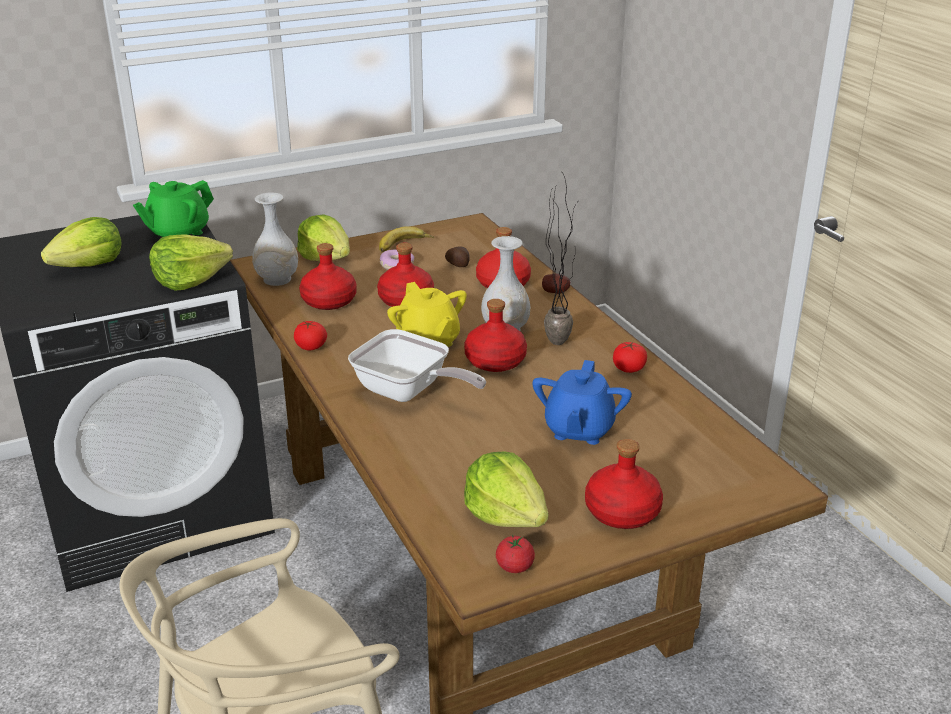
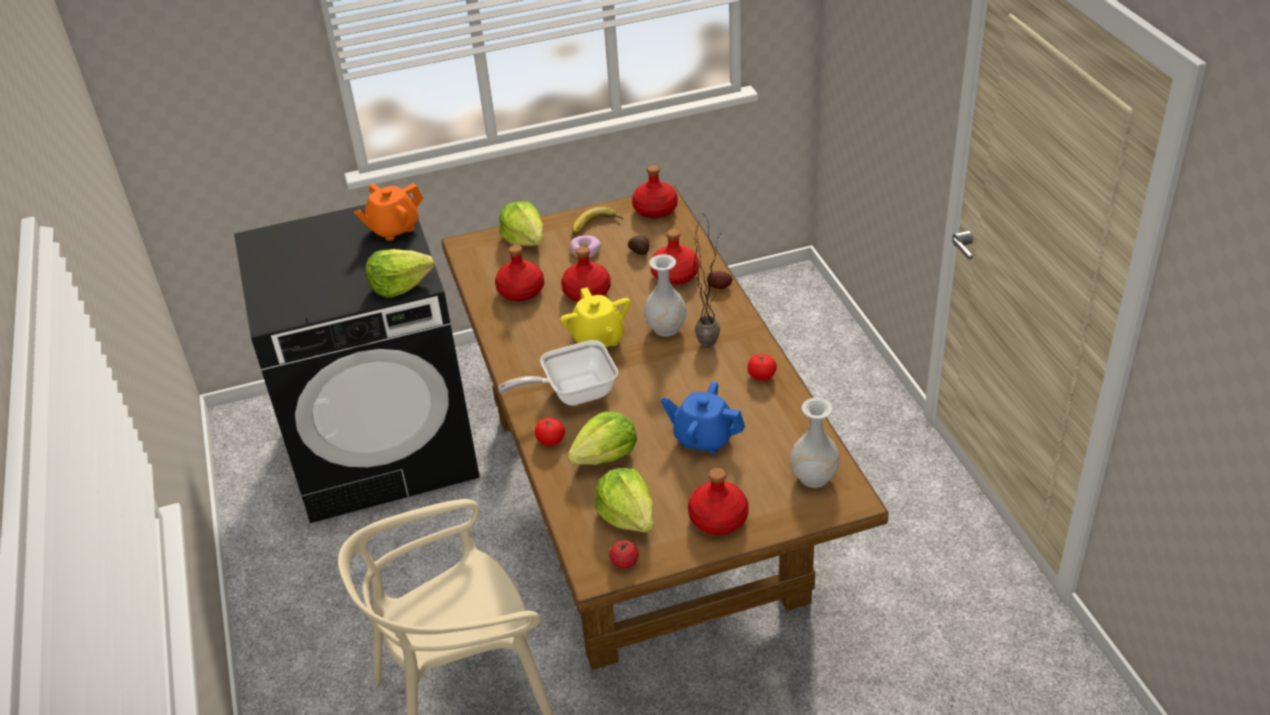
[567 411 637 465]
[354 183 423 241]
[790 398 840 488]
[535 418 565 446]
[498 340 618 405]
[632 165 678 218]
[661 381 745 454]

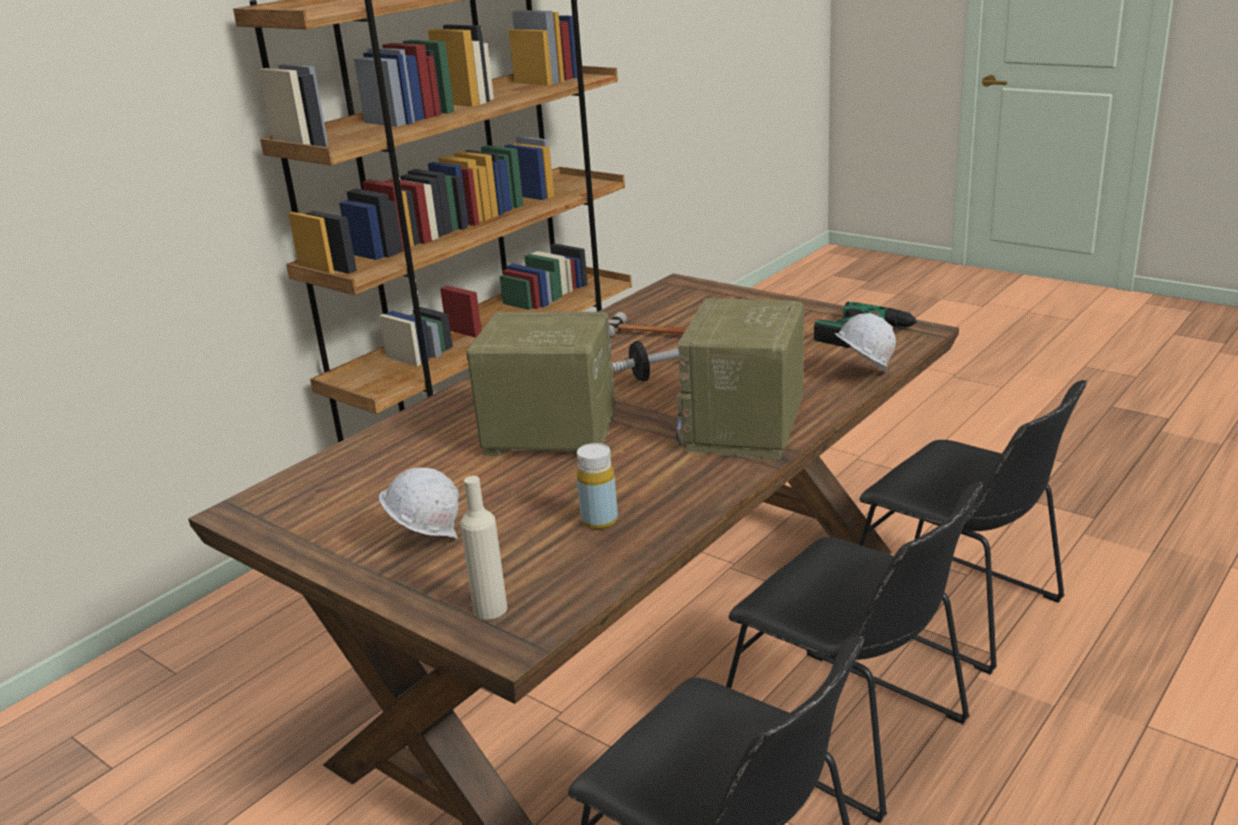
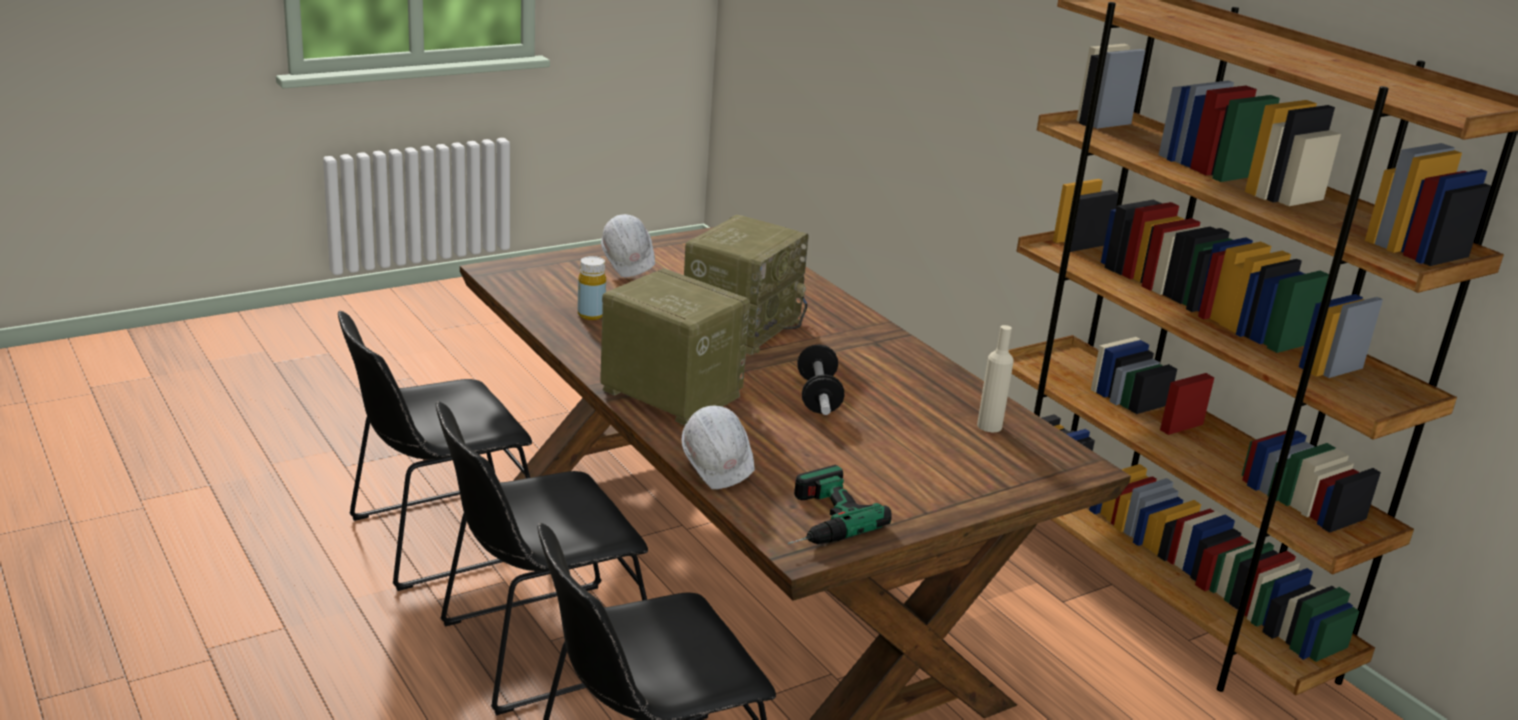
[977 325 1014 432]
[609 312 687 337] (first image)

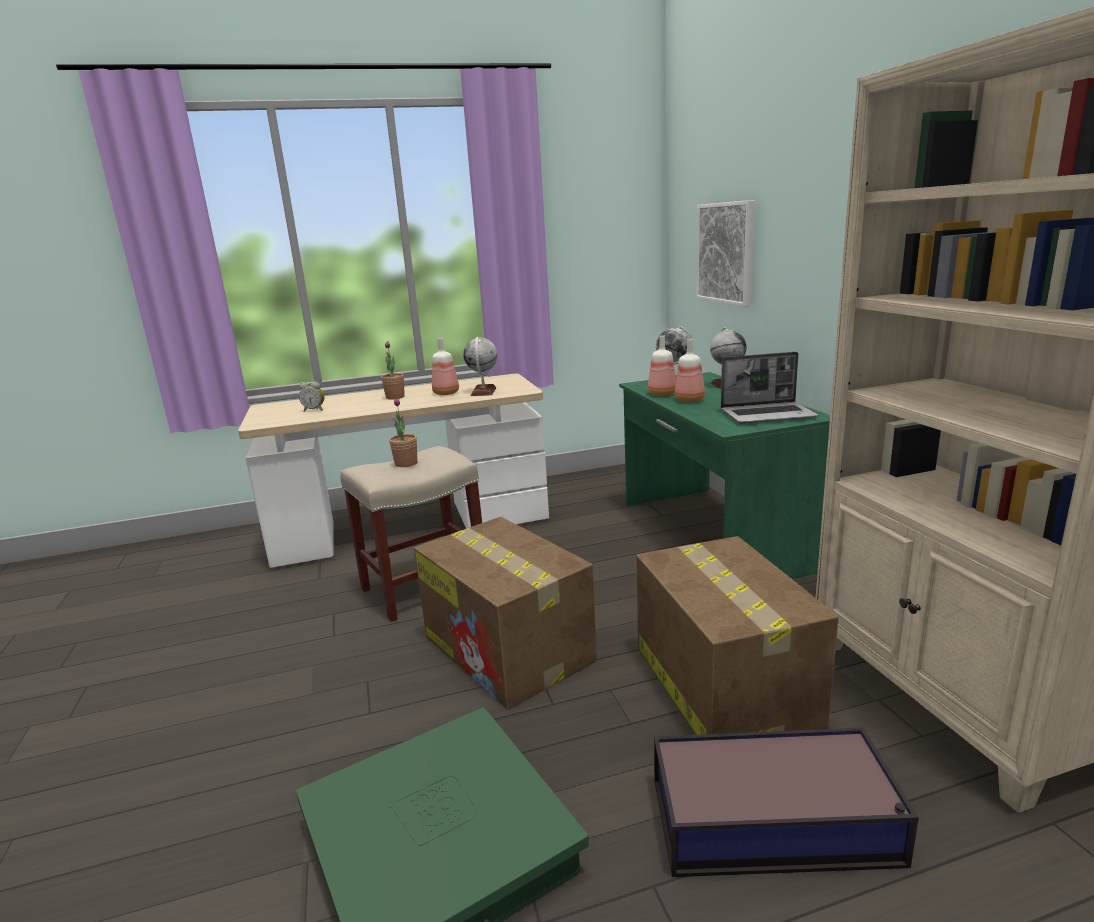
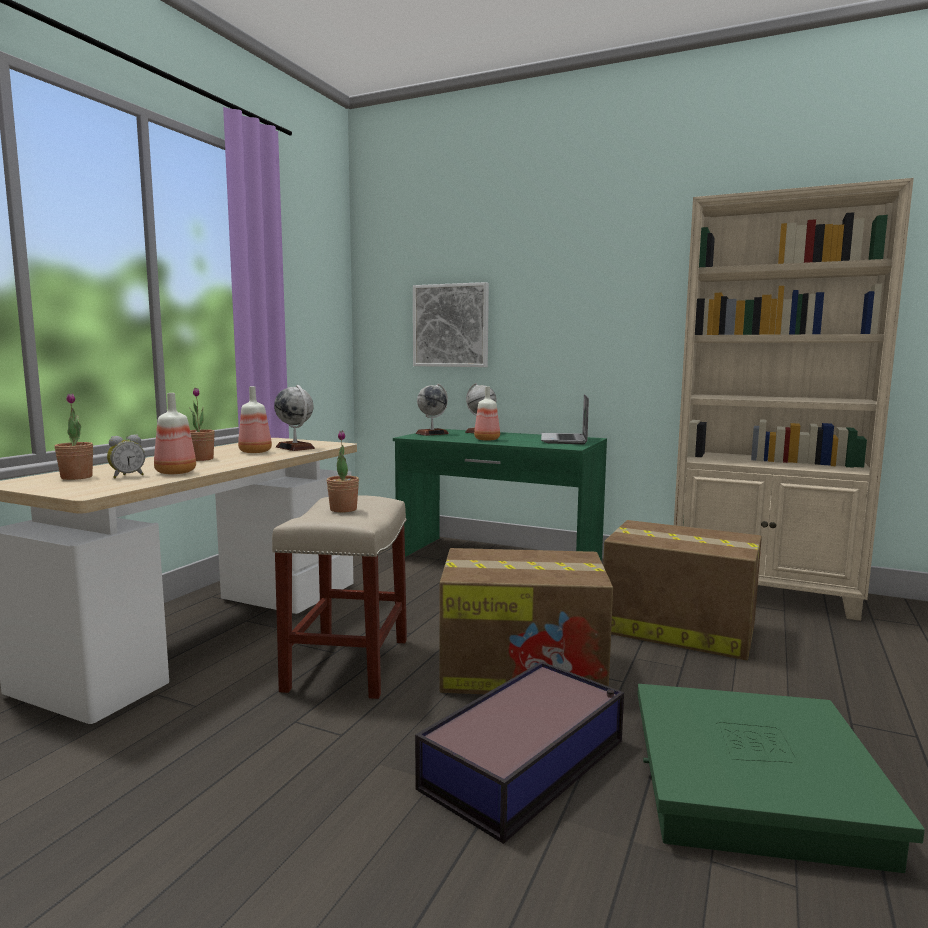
[154 393 196 474]
[415 661 624 844]
[541 394 589 444]
[55 394 93 480]

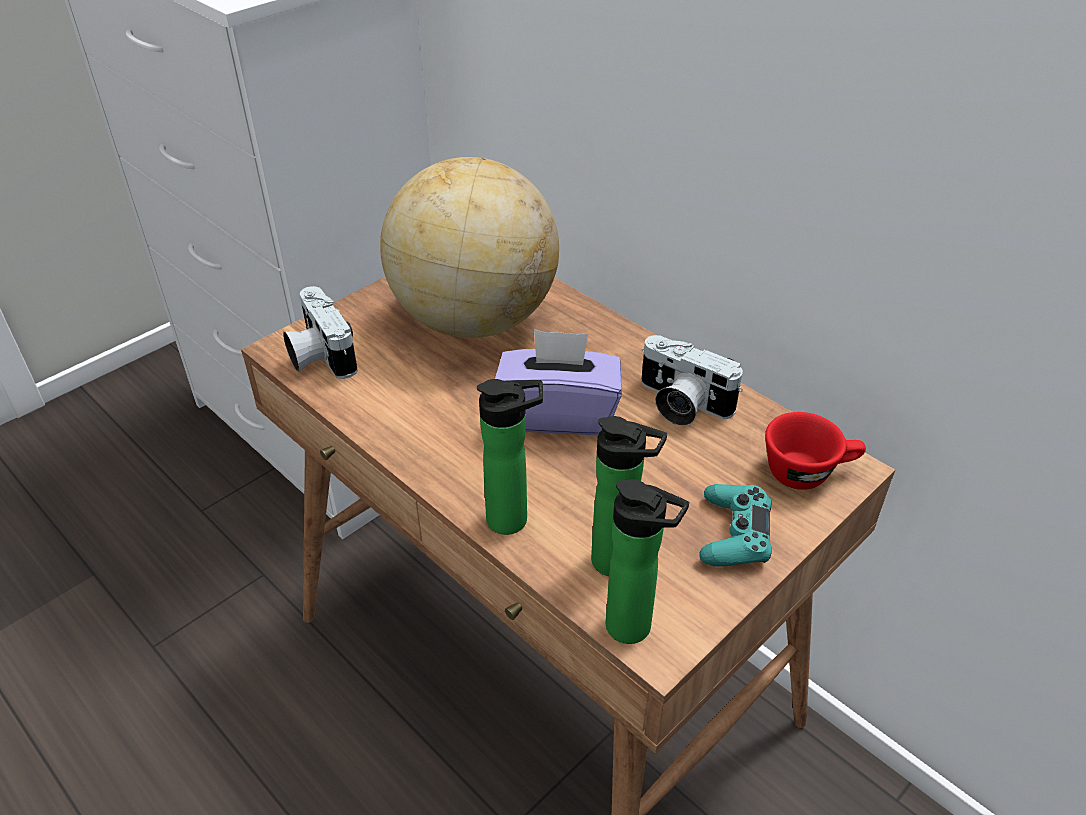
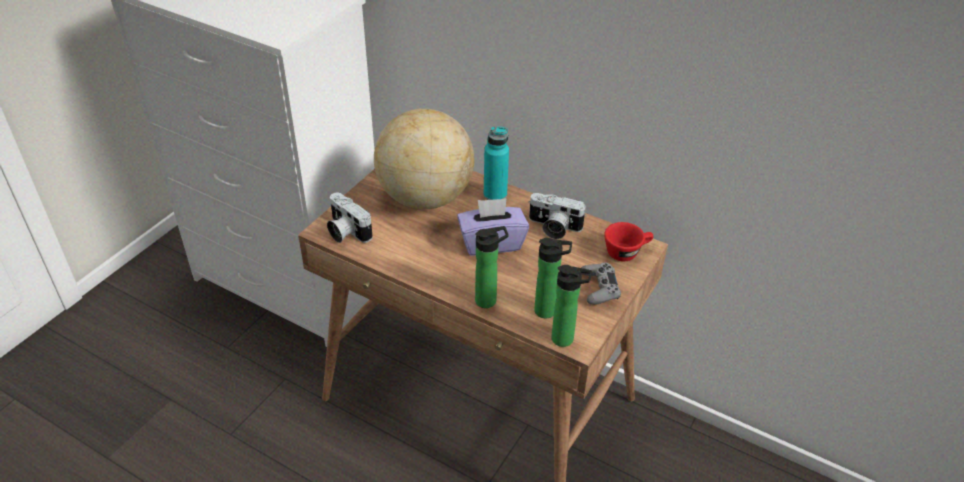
[581 262 621 305]
[484 126 509 200]

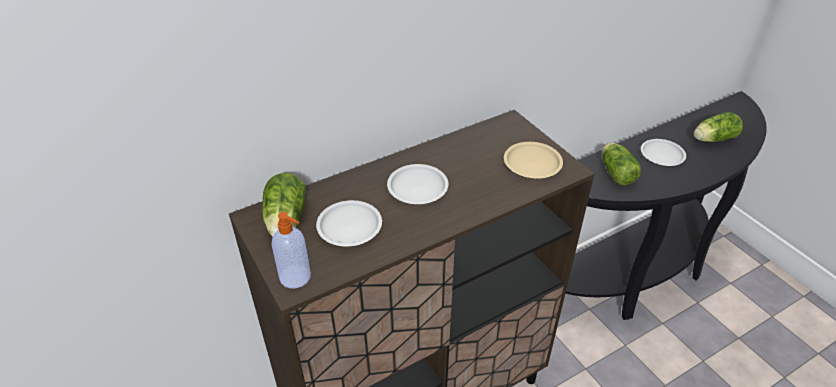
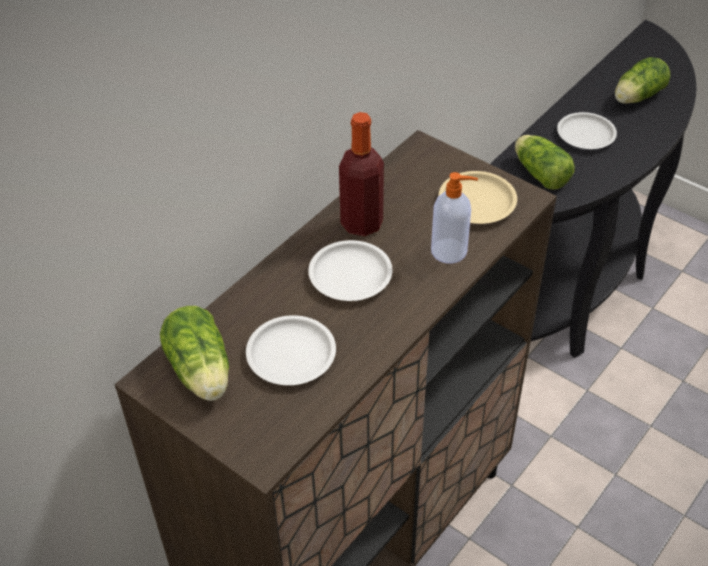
[431 172 478 263]
[339 112 384 236]

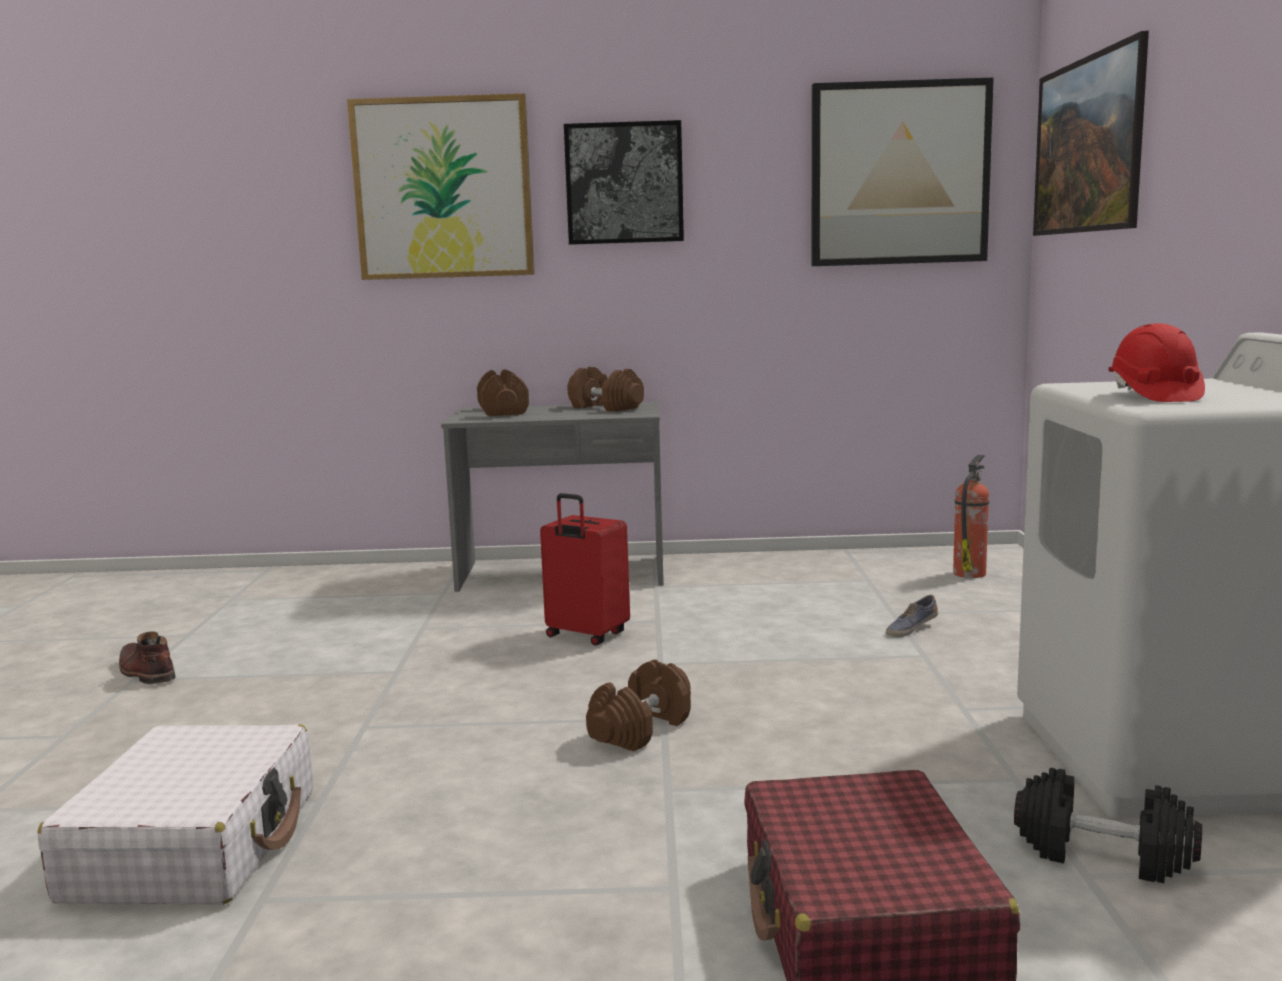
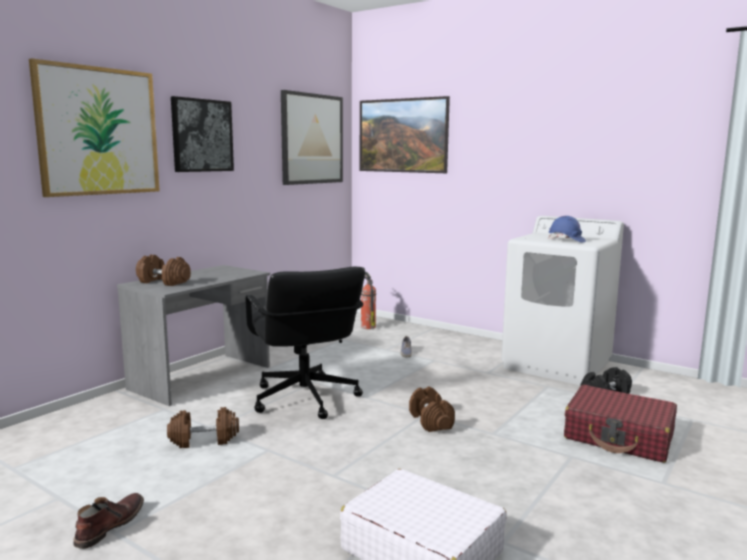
[73 493 144 549]
[245 267 365 419]
[167 407 239 448]
[548 216 586 243]

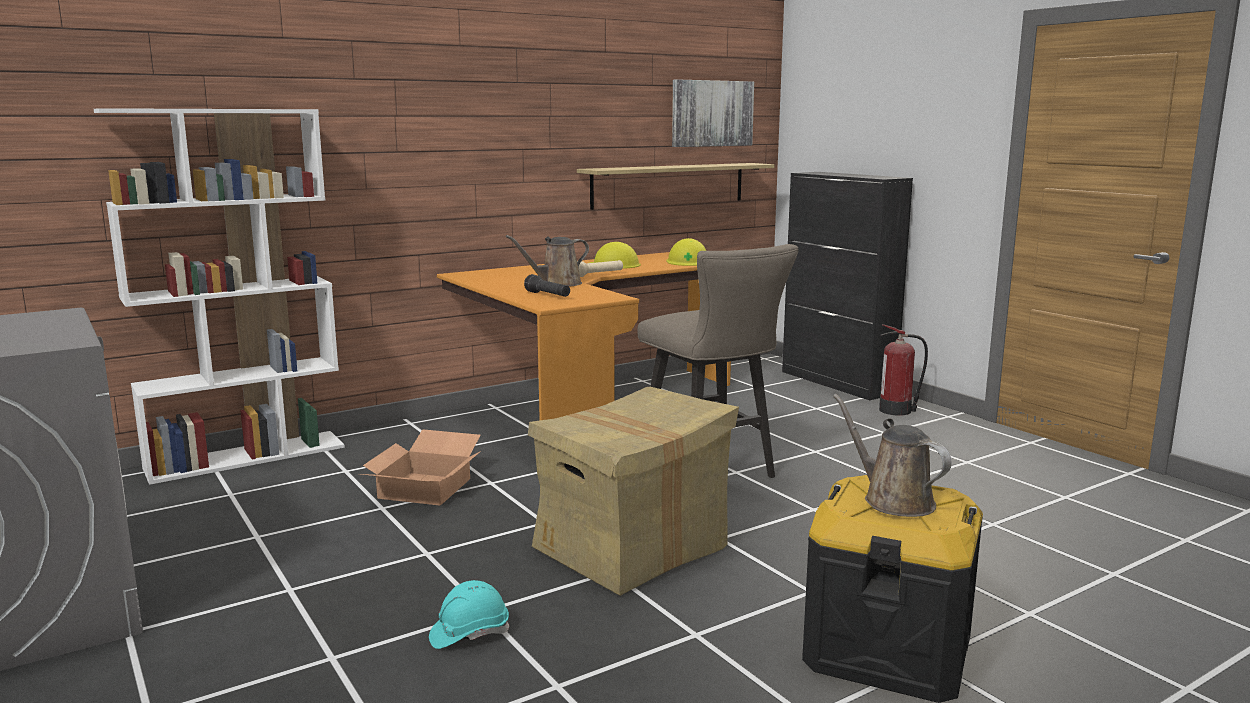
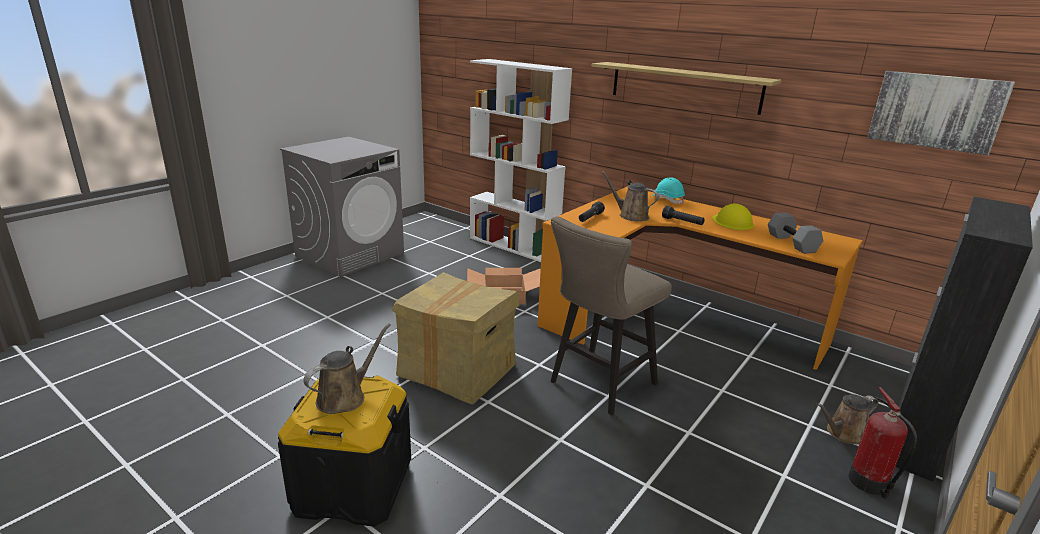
[650 177 685 204]
[592 62 782 115]
[662 206 705 225]
[768 212 823 254]
[816 394 878 444]

